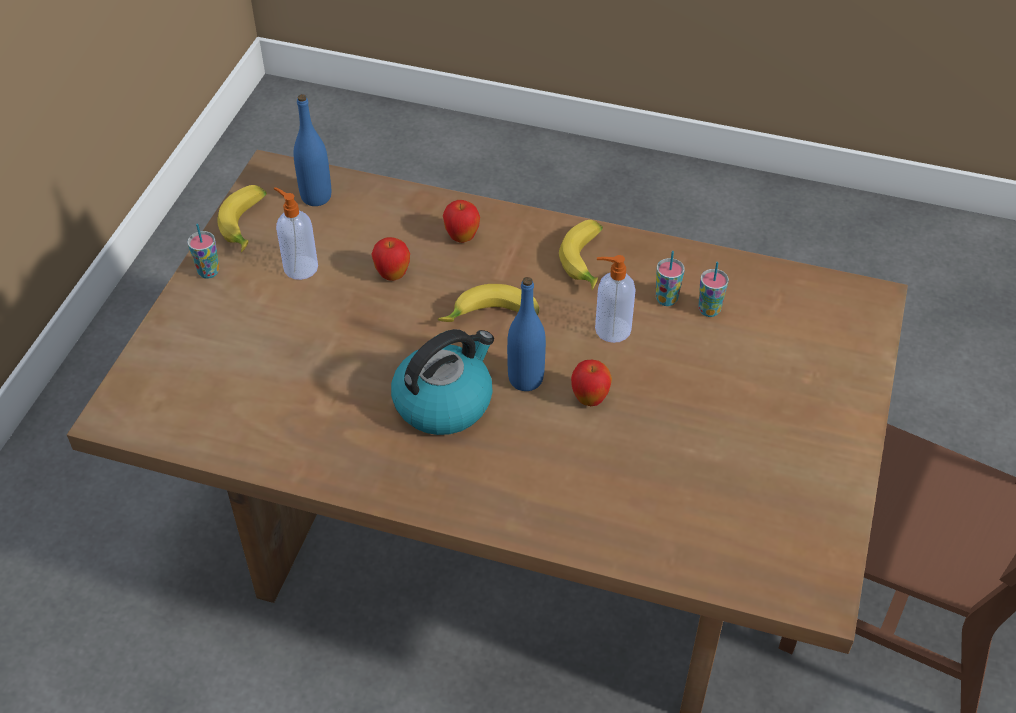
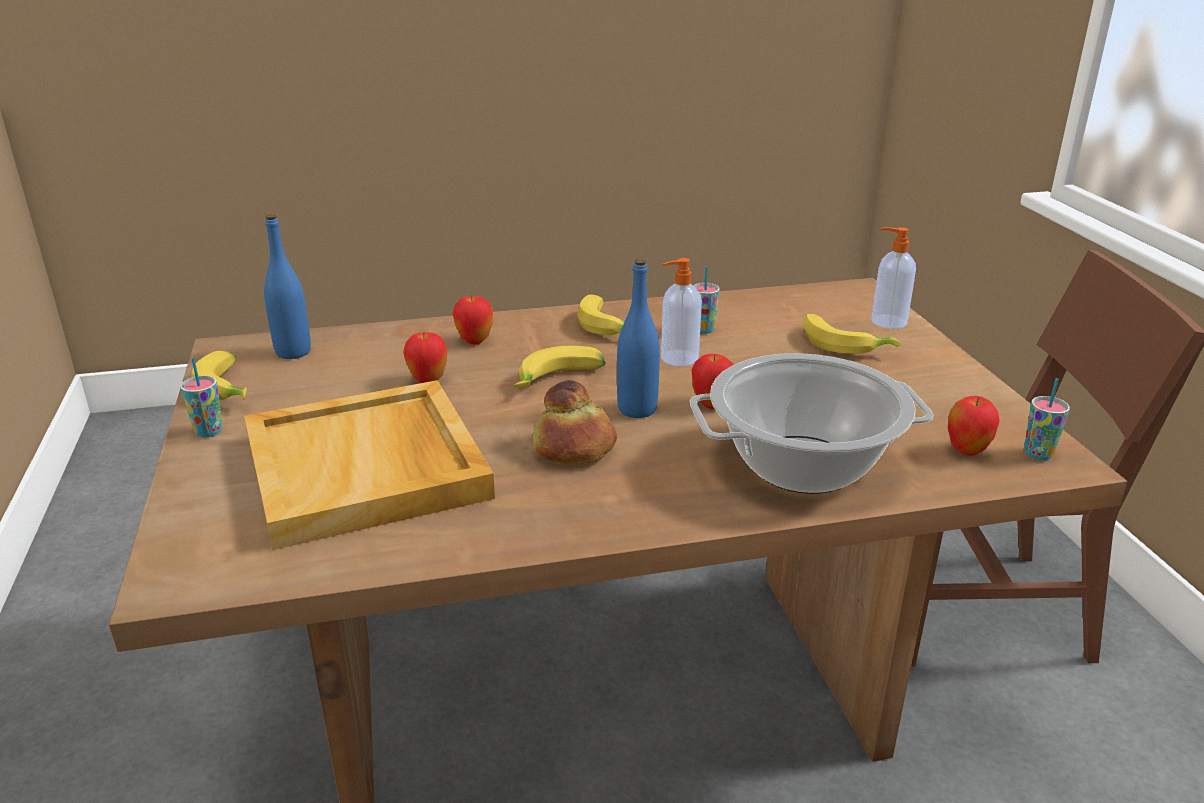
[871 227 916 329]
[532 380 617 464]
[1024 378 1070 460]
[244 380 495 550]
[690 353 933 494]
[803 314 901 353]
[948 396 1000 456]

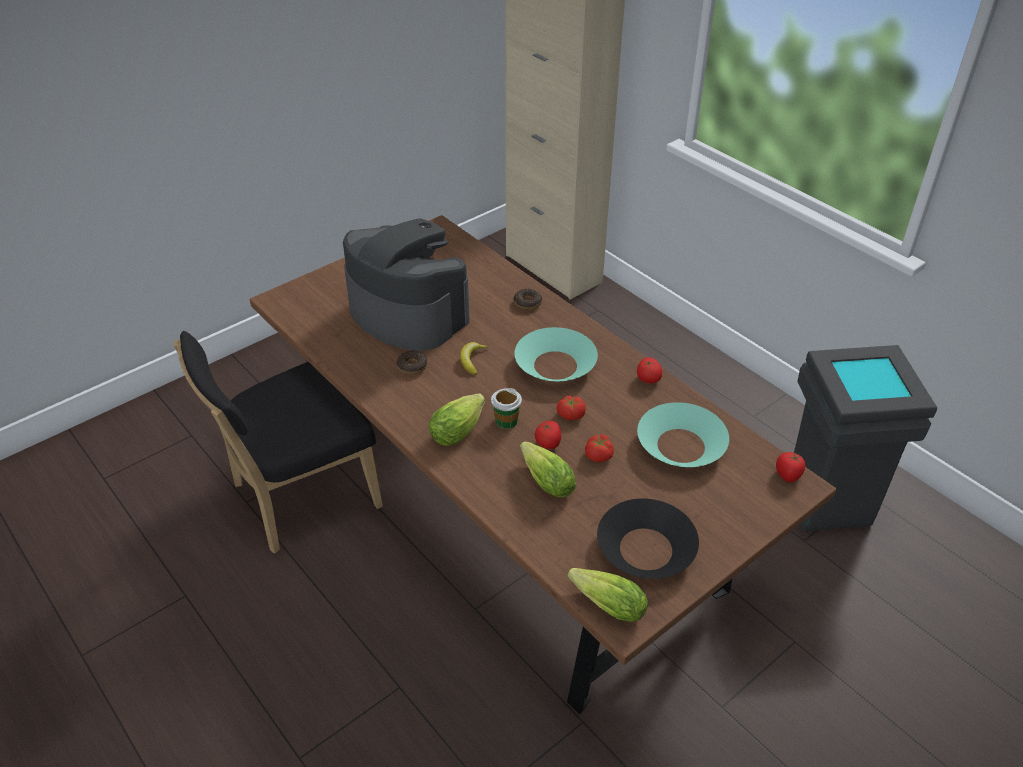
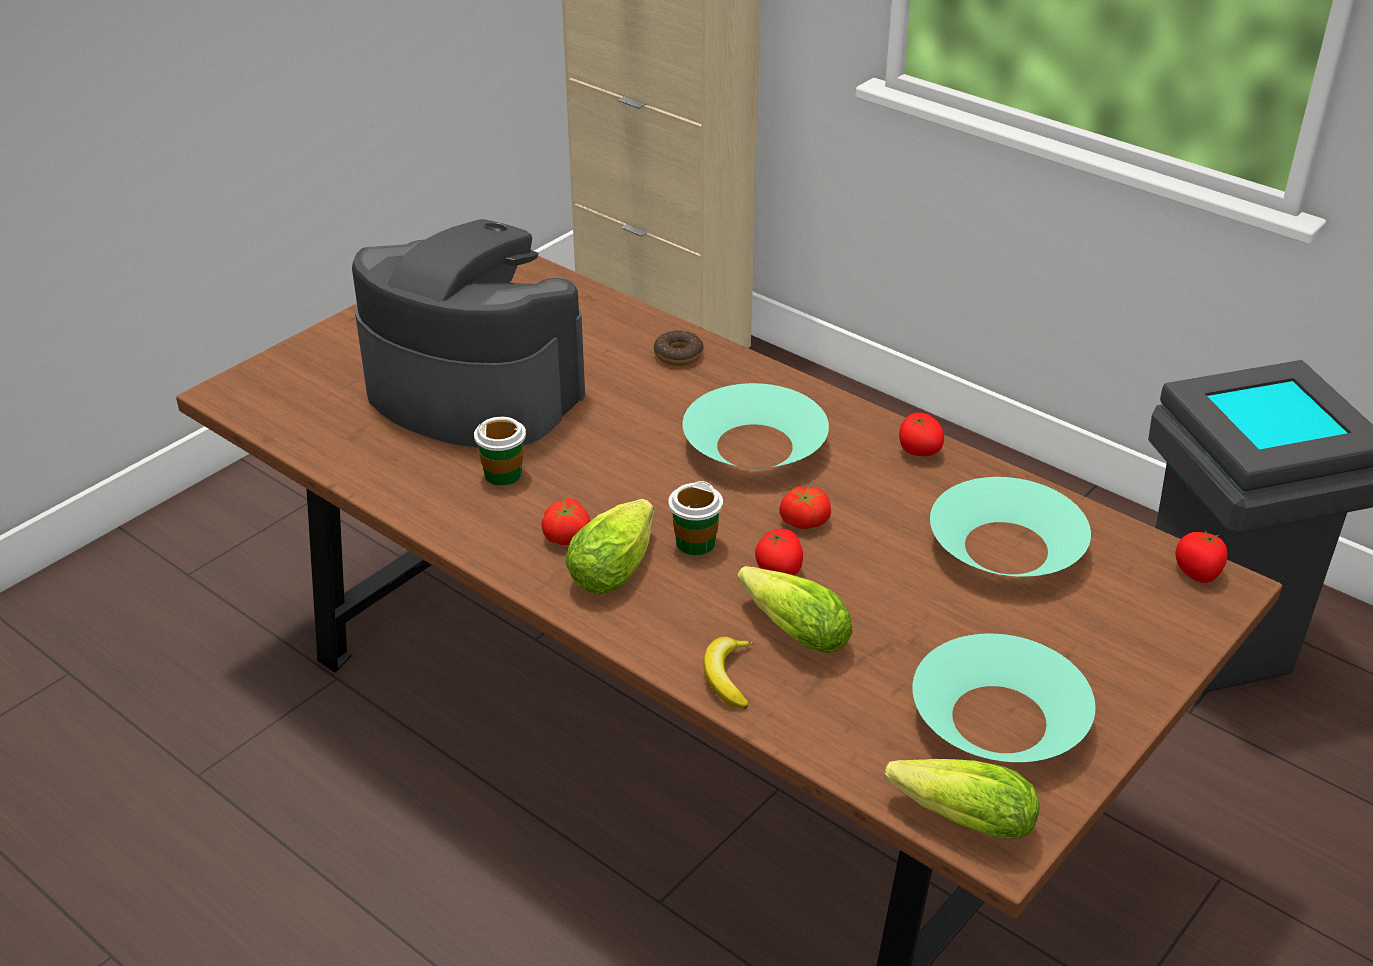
[174 331 383 554] (first image)
[474 417 526 486]
[703 637 753 709]
[541 498 590 545]
[912 634 1095 762]

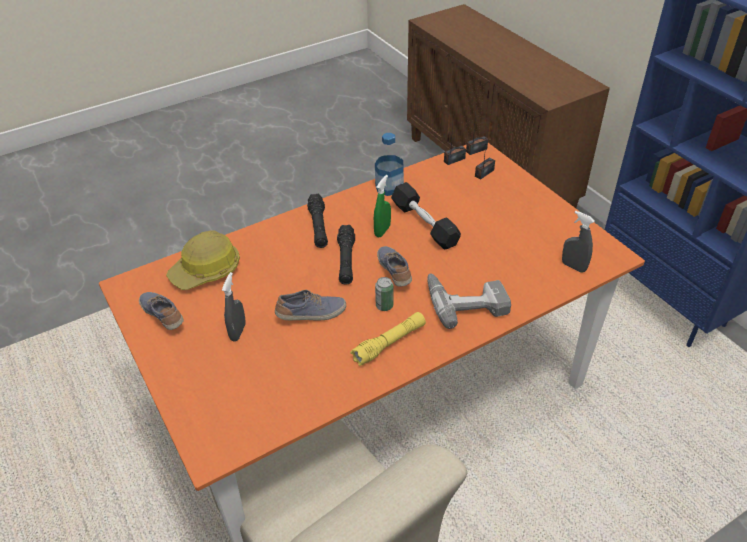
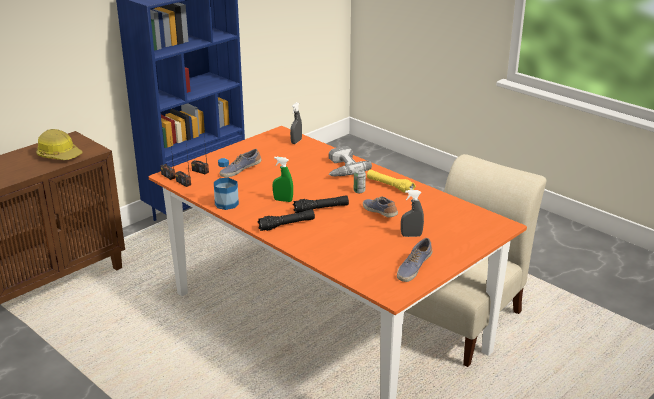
[36 129 82 160]
[220 149 262 177]
[391 182 461 250] (first image)

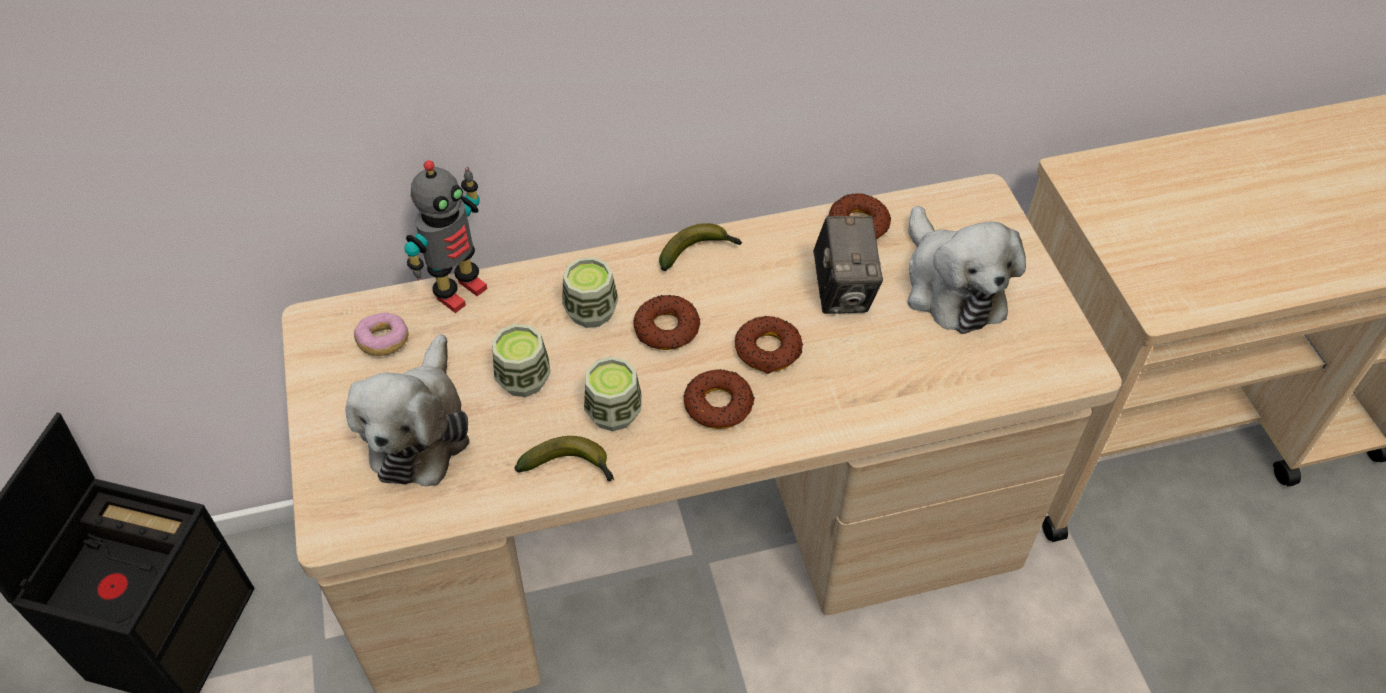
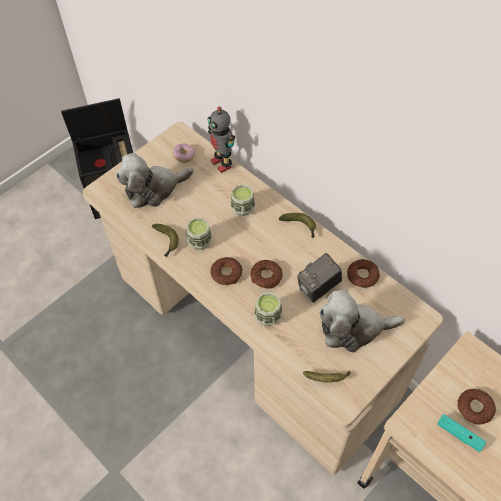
[207 107 235 173]
[254 292 282 326]
[457 389 496 425]
[319 290 405 352]
[303 371 351 383]
[437 414 486 452]

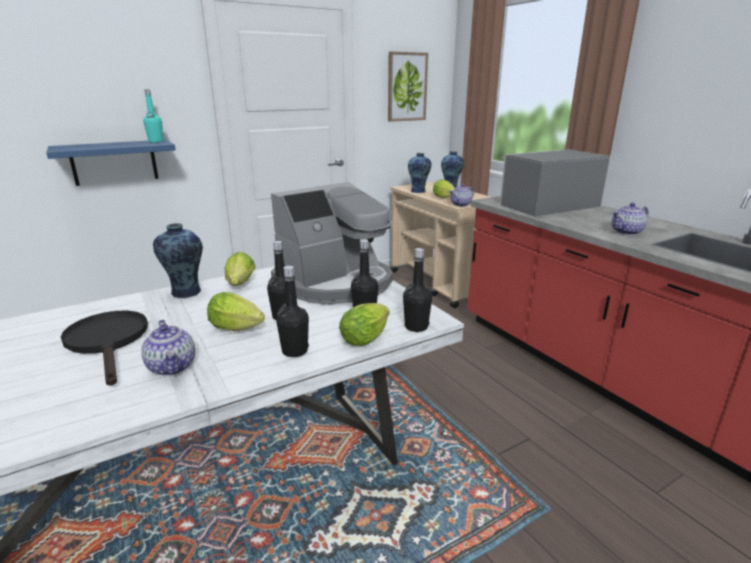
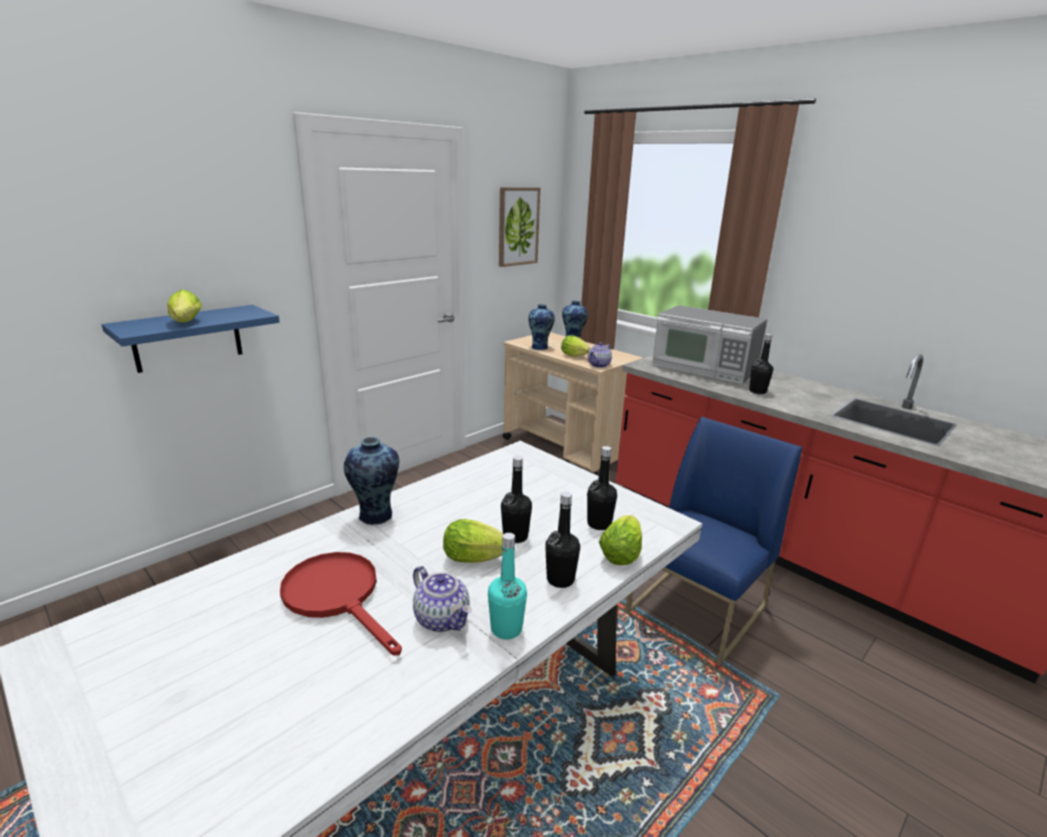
[280 552 402 655]
[488 533 527 639]
[167 290 202 322]
[271 182 393 305] (first image)
[749 334 773 394]
[652 305 768 384]
[612 202 649 235] (first image)
[626 417 802 665]

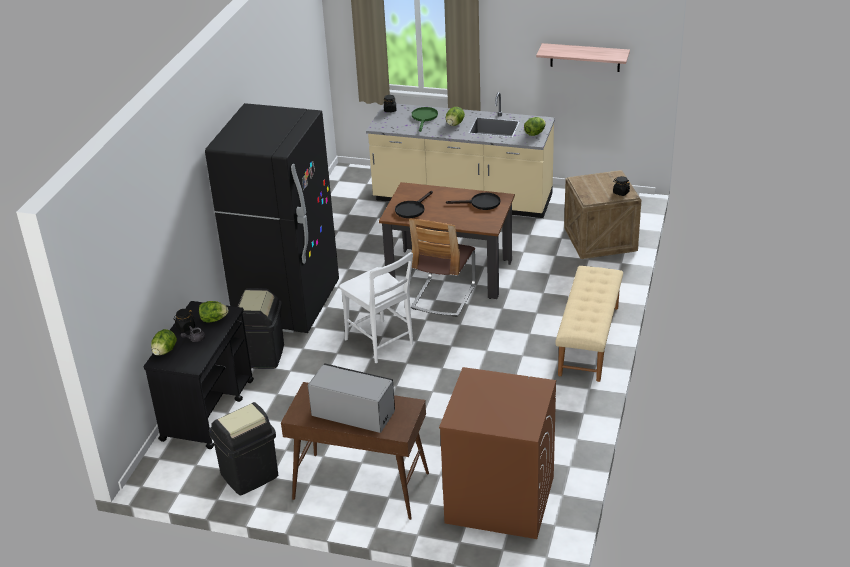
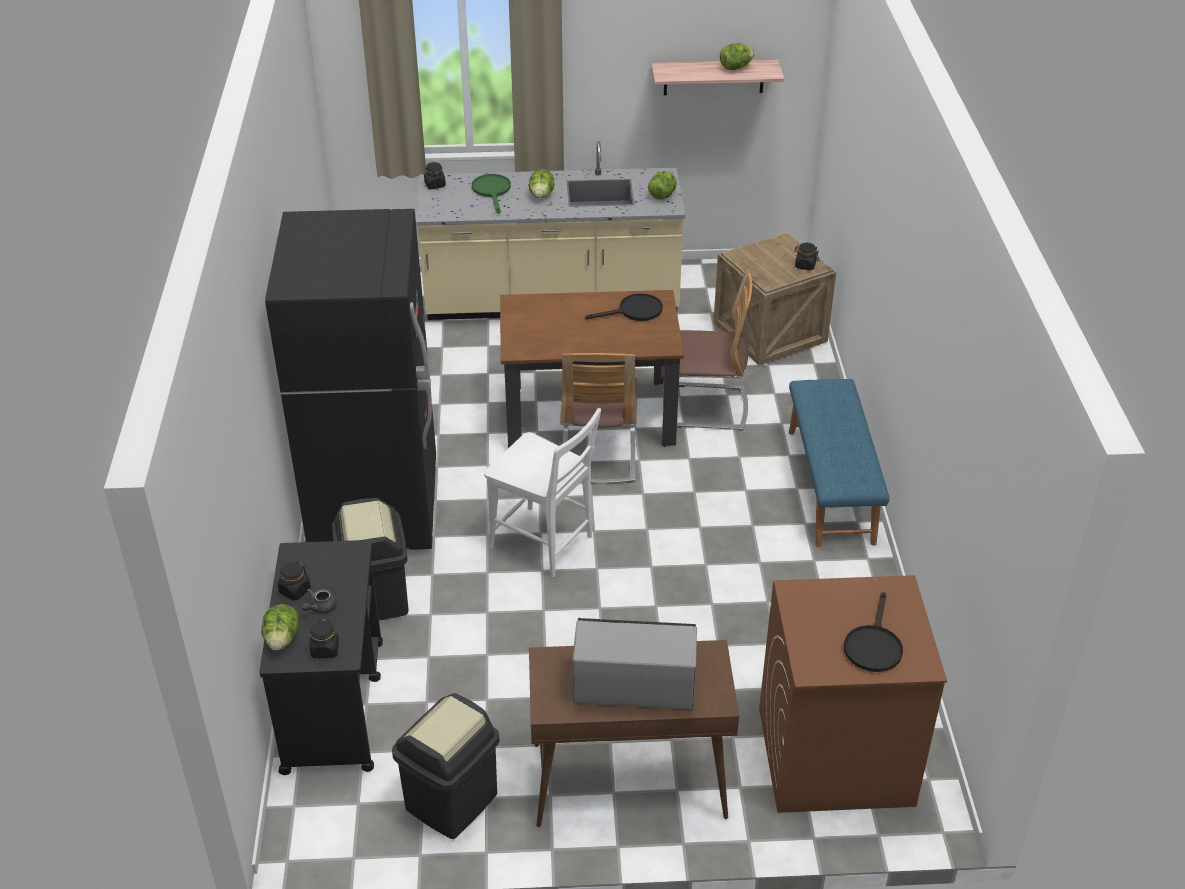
[720 43 754 70]
[844 592 903 672]
[789 379 890 547]
[310 619 339 658]
[661 269 752 431]

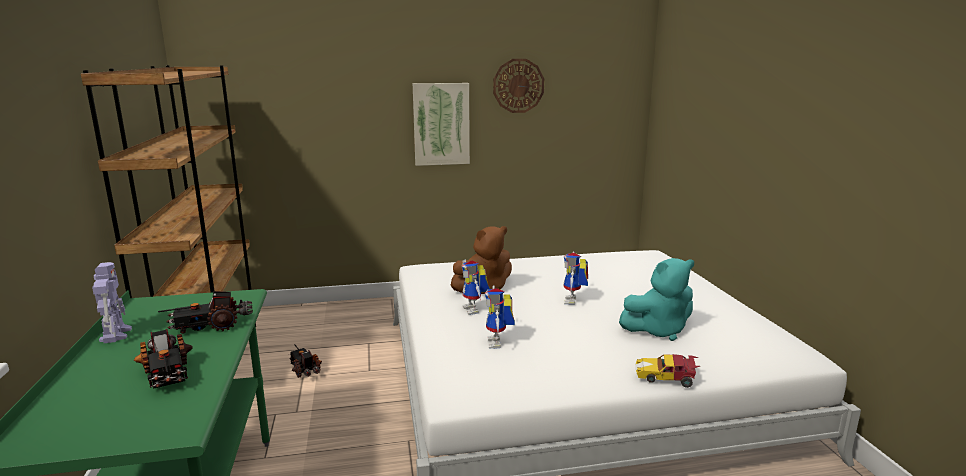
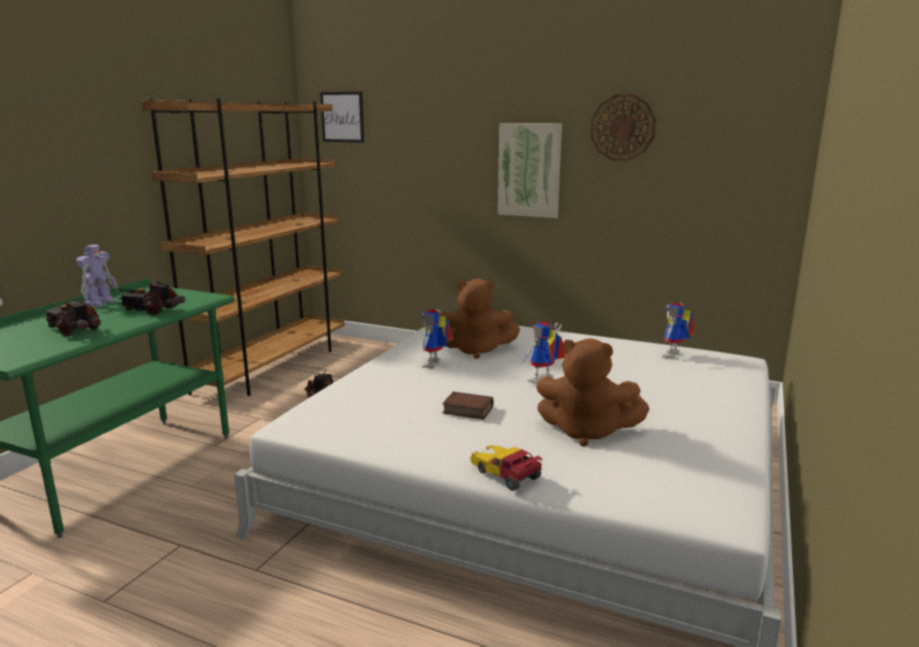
[45 299 101 337]
[662 302 695 359]
[536 338 650 446]
[320 92 364 143]
[442 392 494 420]

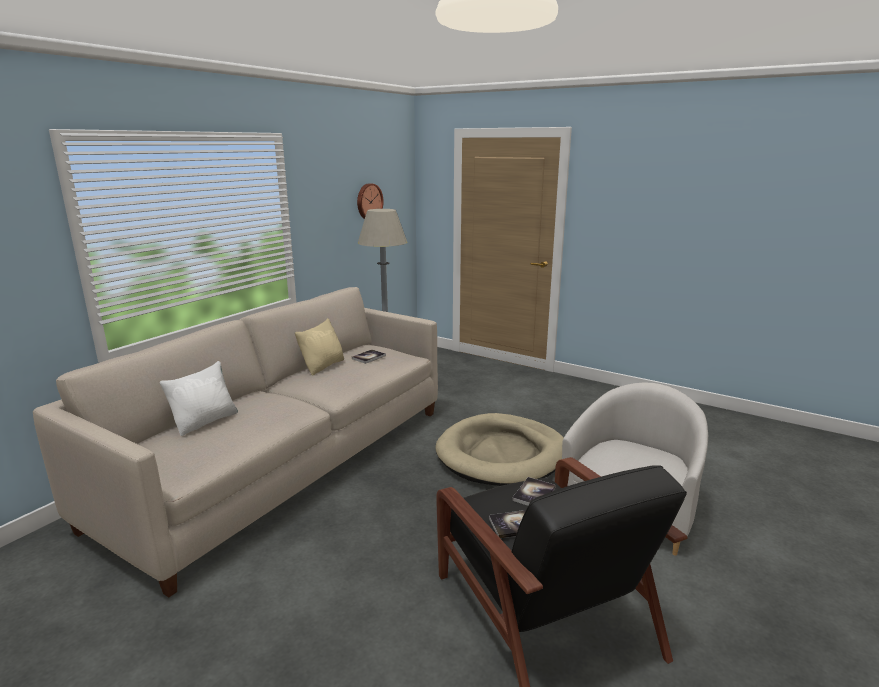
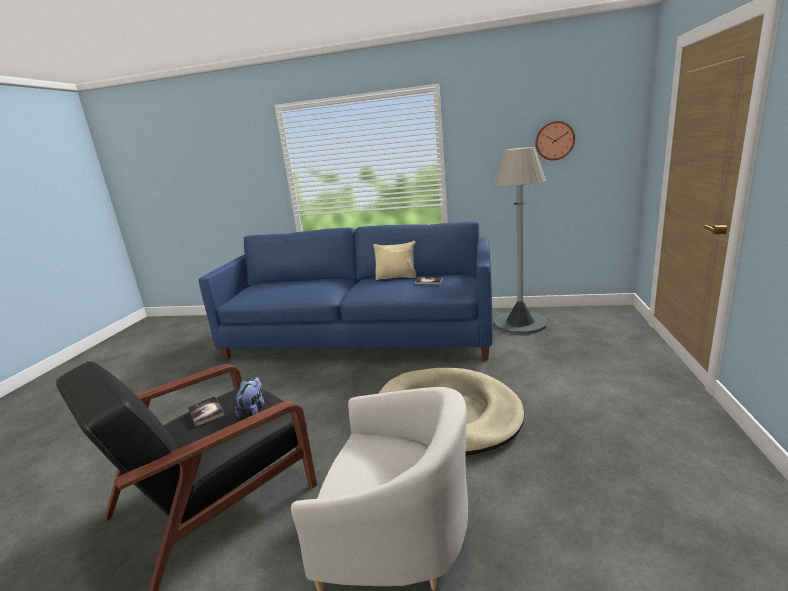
[199 221 493 360]
[160 361 238 436] (first image)
[236 377 264 418]

